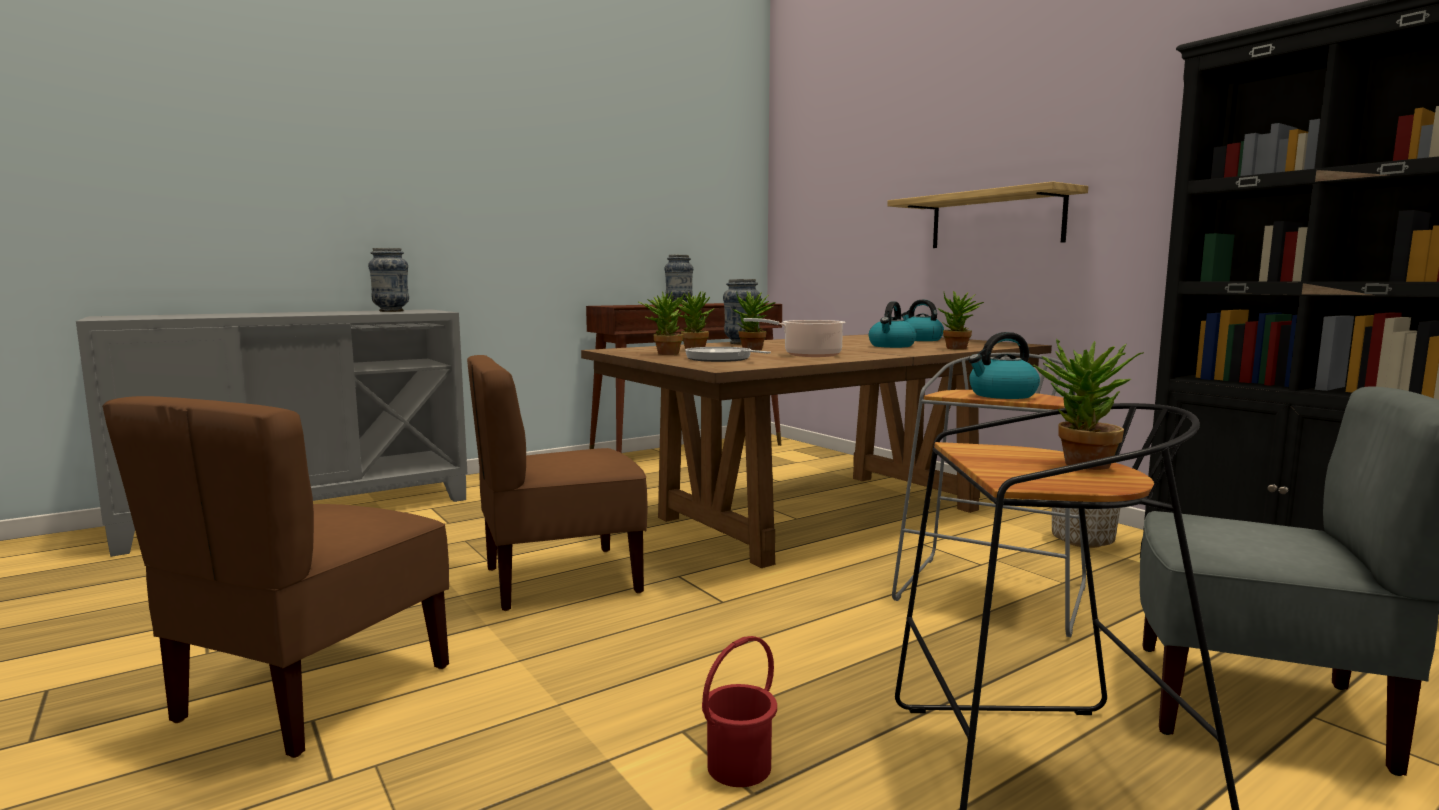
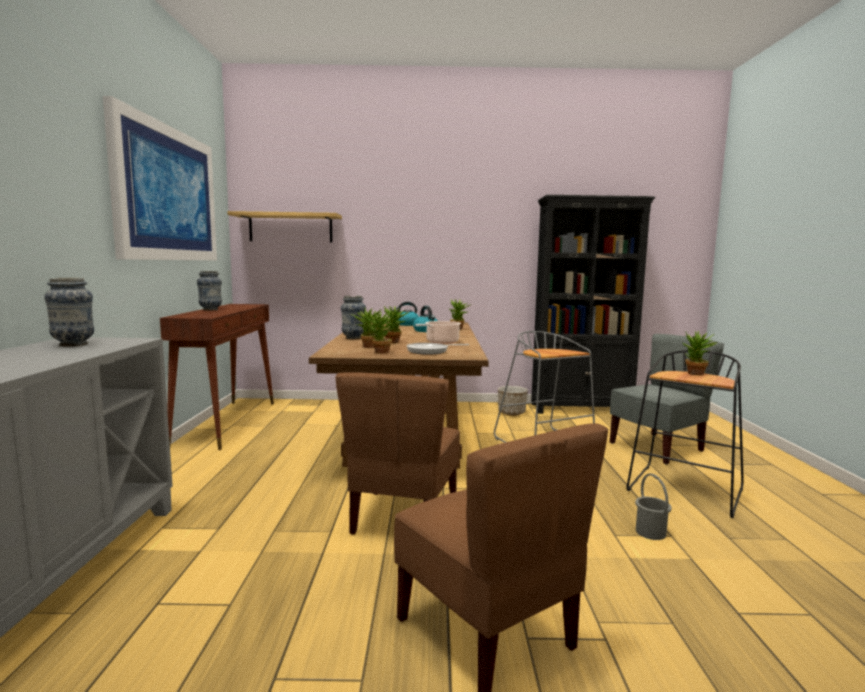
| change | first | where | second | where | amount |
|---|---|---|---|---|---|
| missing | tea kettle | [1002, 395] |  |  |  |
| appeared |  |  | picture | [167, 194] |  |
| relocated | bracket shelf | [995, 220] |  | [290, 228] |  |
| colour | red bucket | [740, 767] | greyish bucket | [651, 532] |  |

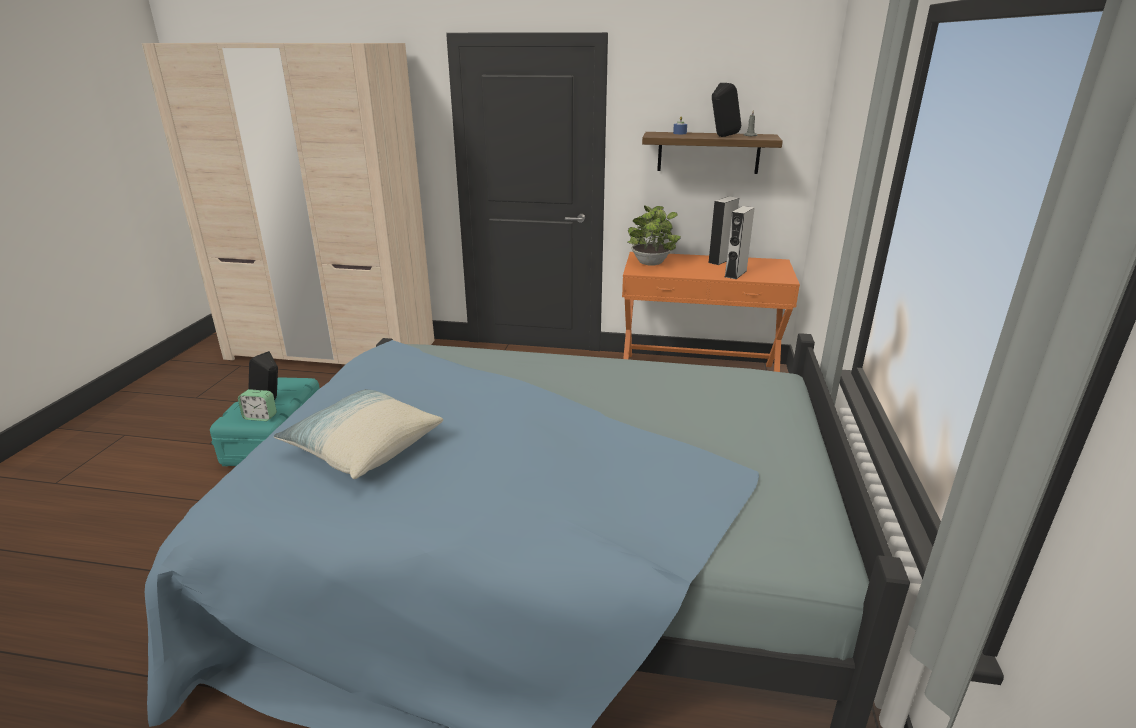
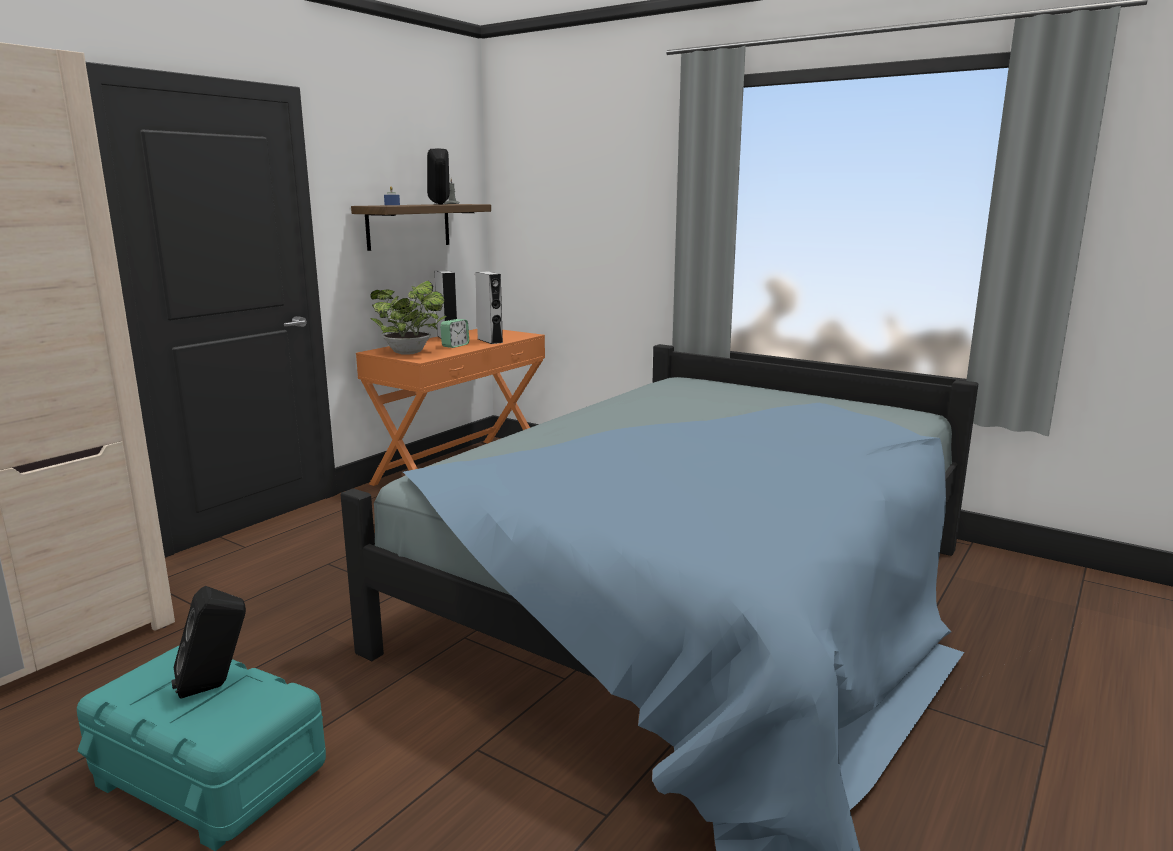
| change | first | where | second | where | amount |
|---|---|---|---|---|---|
| missing | cushion | [363, 448] |  |  |  |
| relocated | alarm clock | [260, 417] |  | [455, 345] |  |

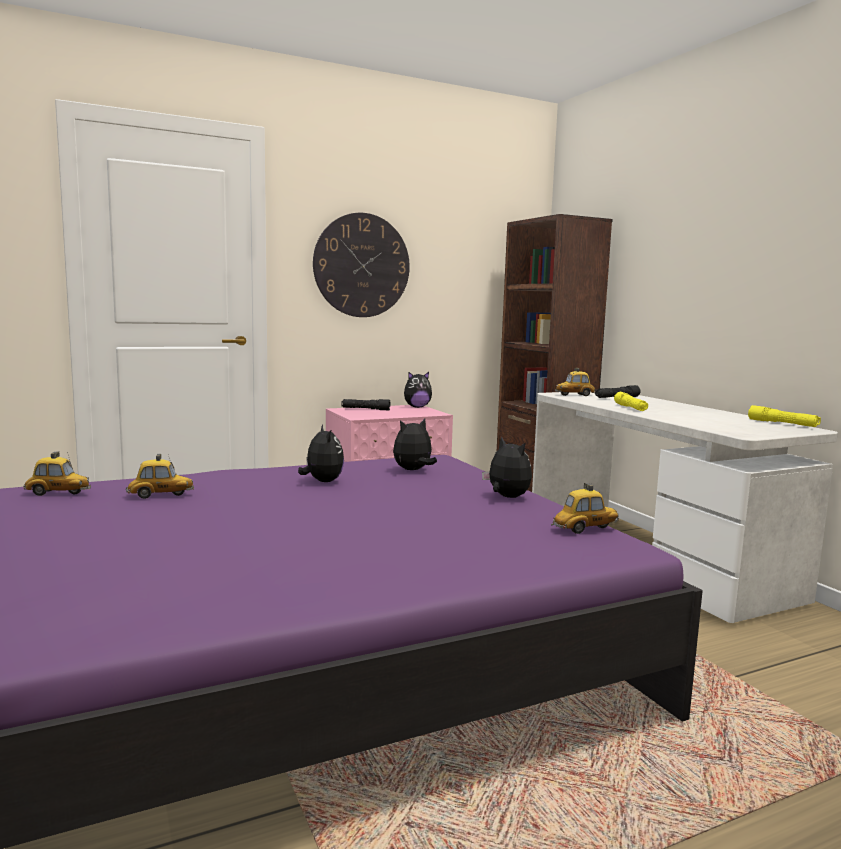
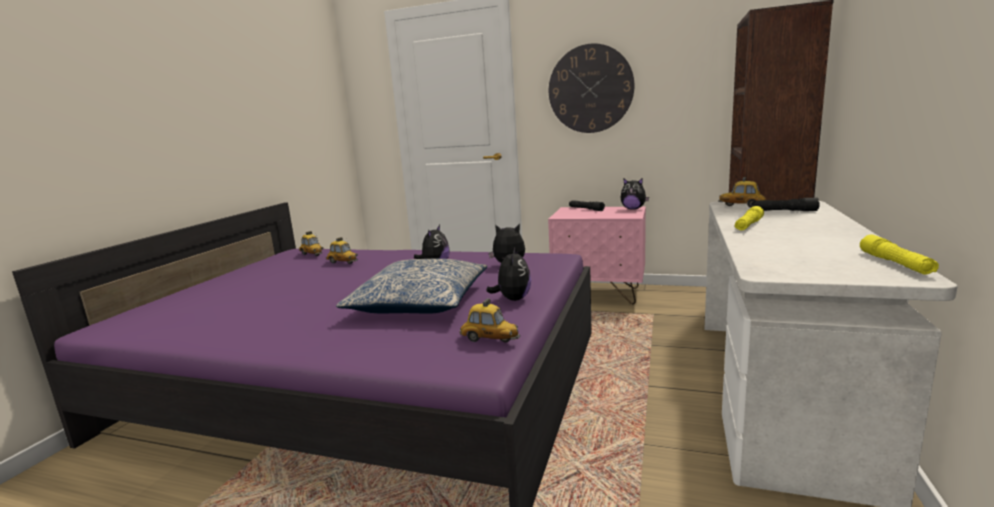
| change | first | where | second | where | amount |
|---|---|---|---|---|---|
| appeared |  |  | cushion | [419, 302] |  |

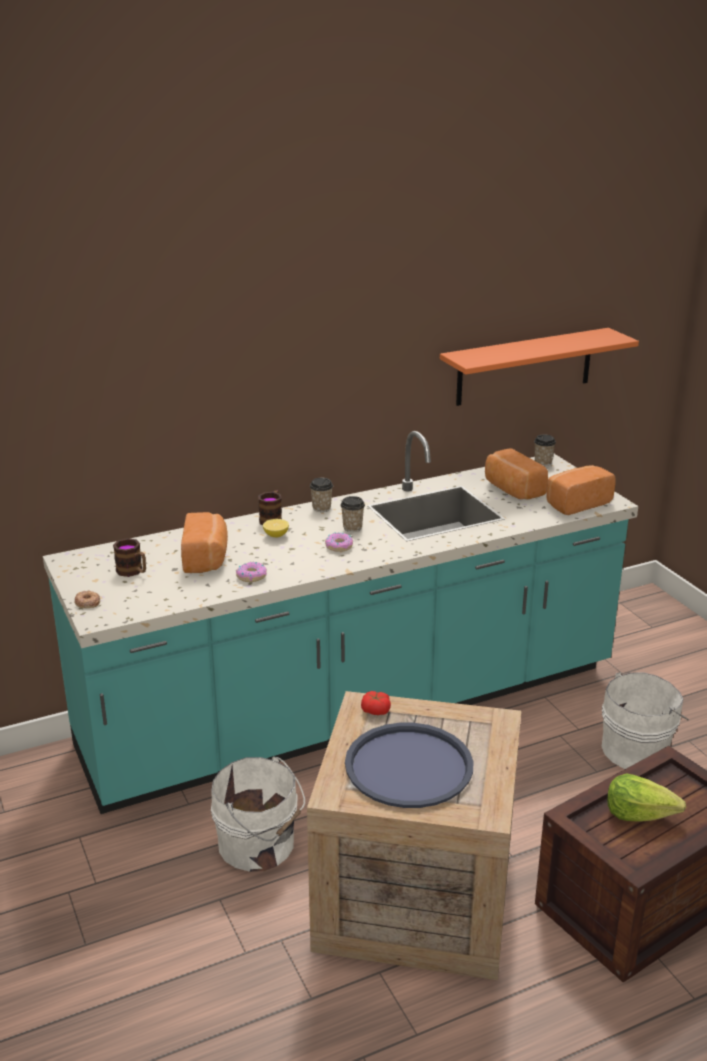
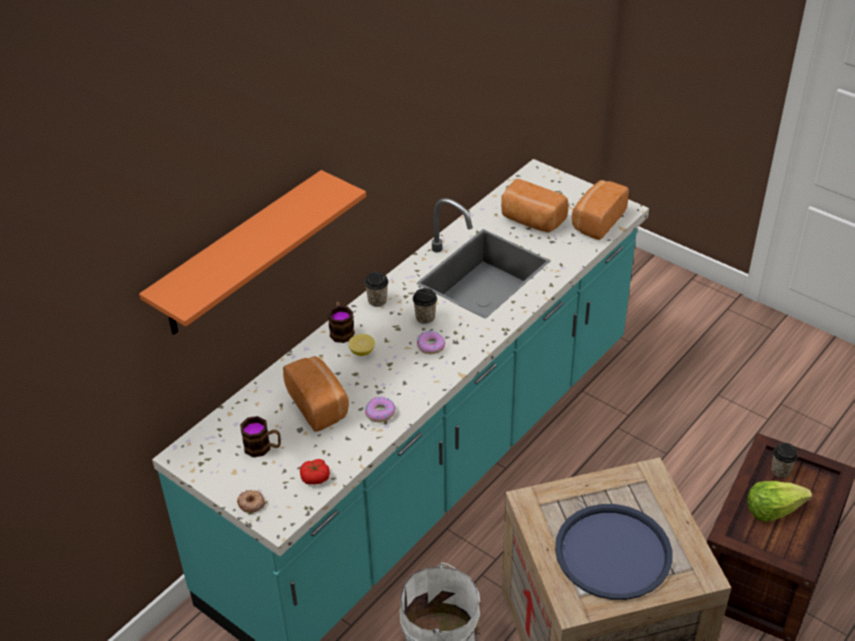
| change | first | where | second | where | amount |
|---|---|---|---|---|---|
| missing | white bucket | [638, 750] |  |  |  |
| relocated | whole tomato | [375, 710] |  | [315, 477] |  |
| relocated | orange bracket shelf | [524, 367] |  | [239, 255] |  |
| relocated | small cup | [543, 463] |  | [780, 470] |  |

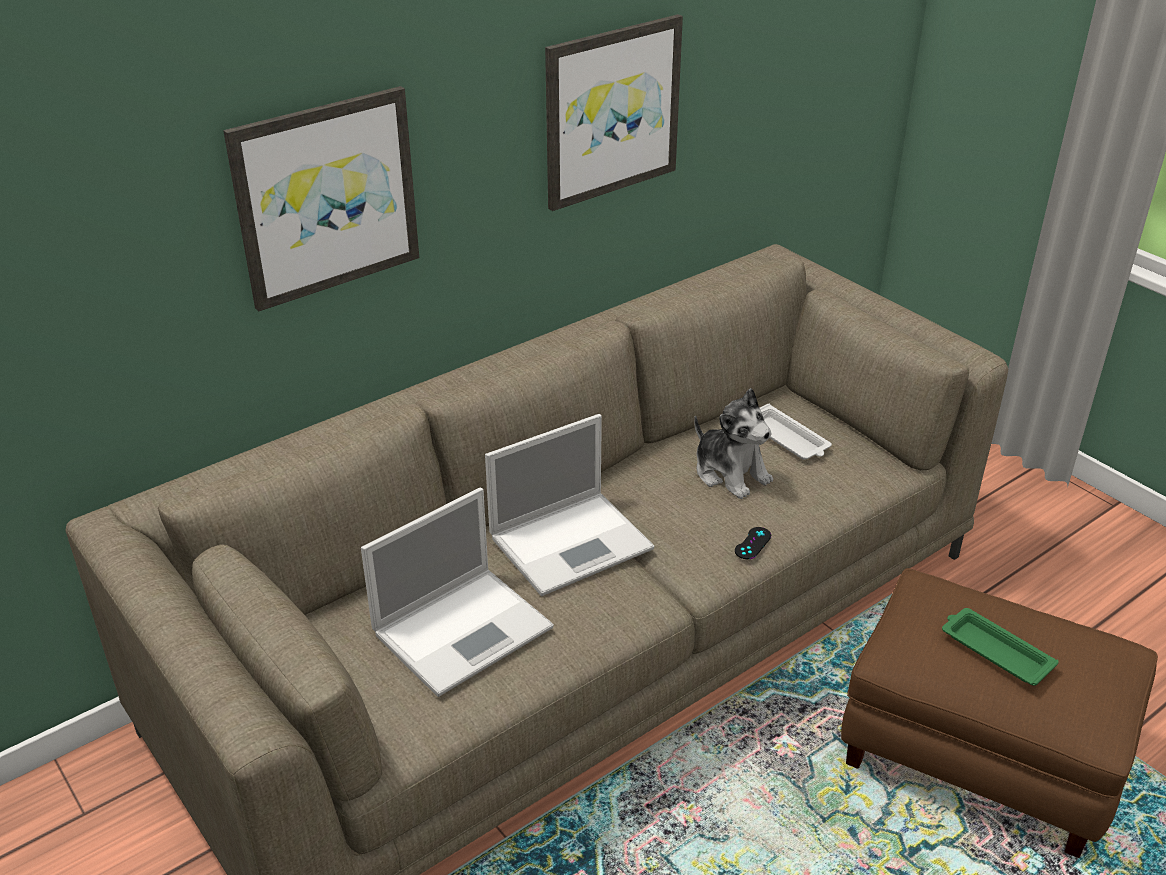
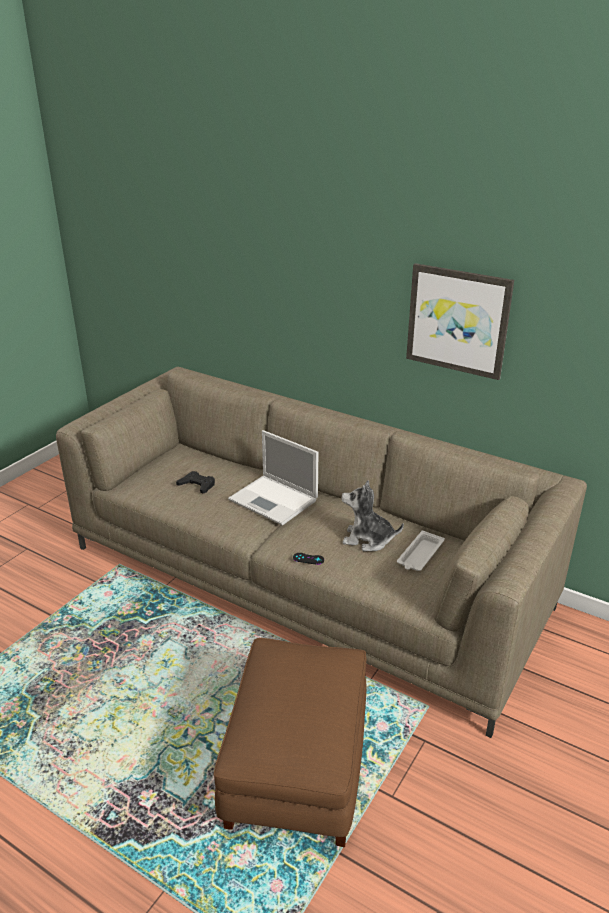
| change | first | where | second | where | amount |
|---|---|---|---|---|---|
| missing | picture | [326, 197] |  |  |  |
| missing | green carrying tray | [994, 651] |  |  |  |
| exchanged | notebook computer | [465, 628] | black joypad | [197, 485] |  |
| spun | cuddly toy | [730, 473] |  | [368, 539] | 75 degrees clockwise |

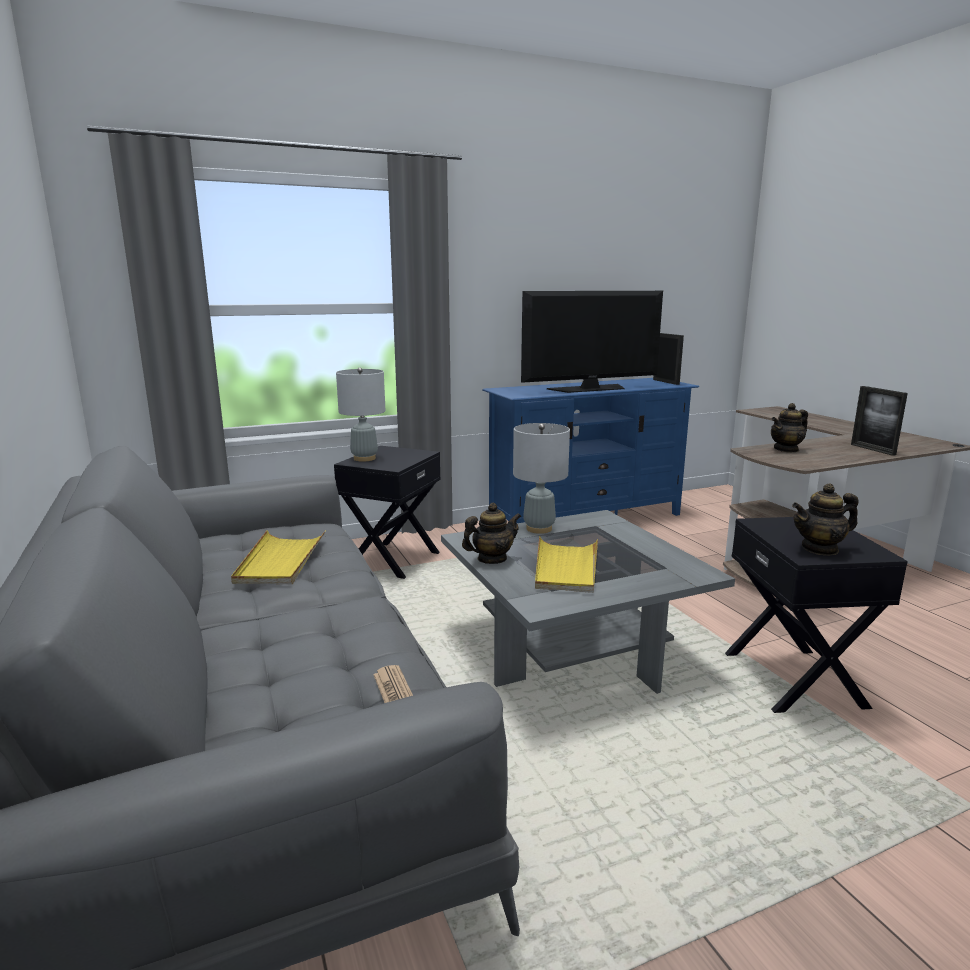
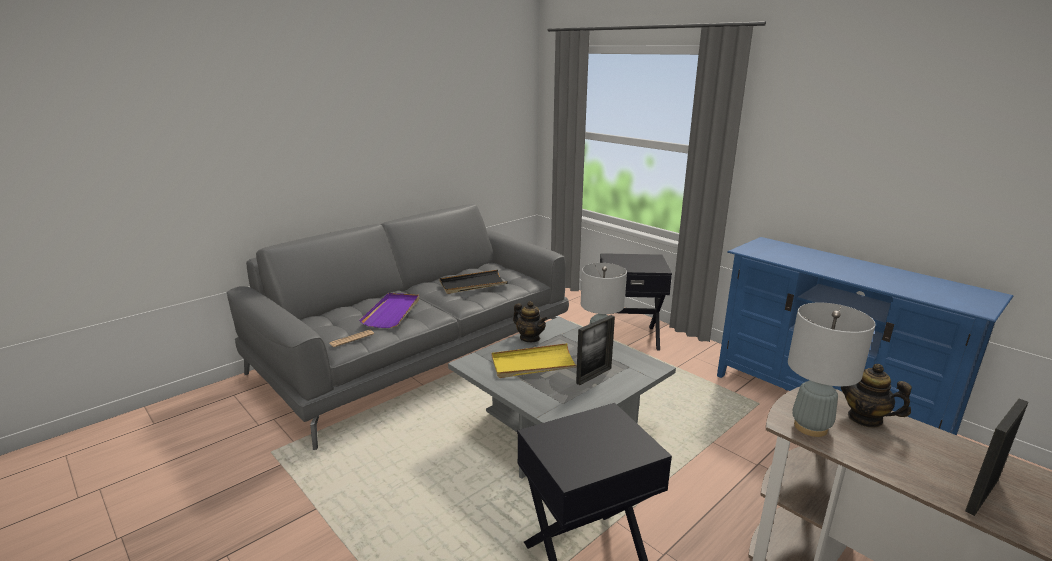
| change | first | where | second | where | amount |
|---|---|---|---|---|---|
| missing | television | [589, 389] |  |  |  |
| missing | tea pot | [820, 549] |  |  |  |
| appeared |  |  | purple carrying tray | [392, 312] |  |
| relocated | greyish lamp for a table | [364, 458] |  | [810, 427] |  |
| relocated | picture frame | [666, 382] |  | [594, 375] |  |
| colour | yellow carrying tray | [280, 561] | black carrying tray | [472, 284] |  |

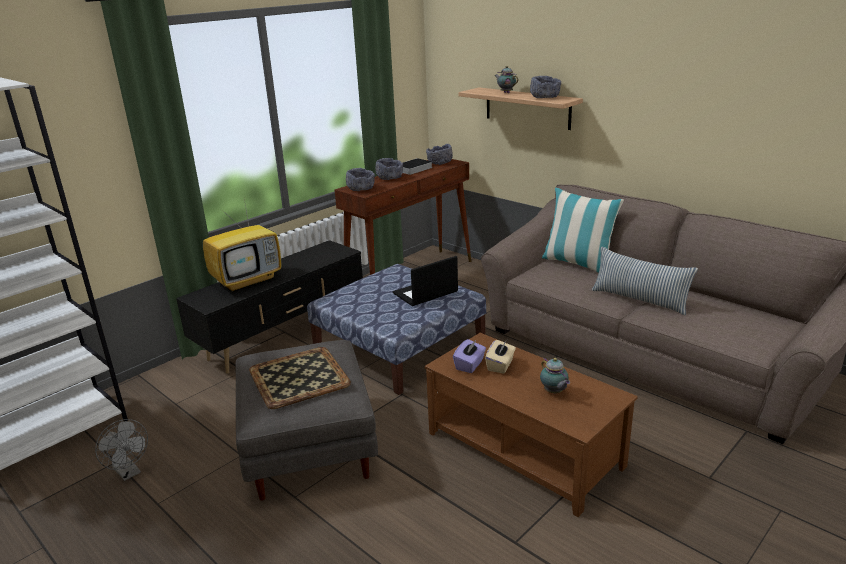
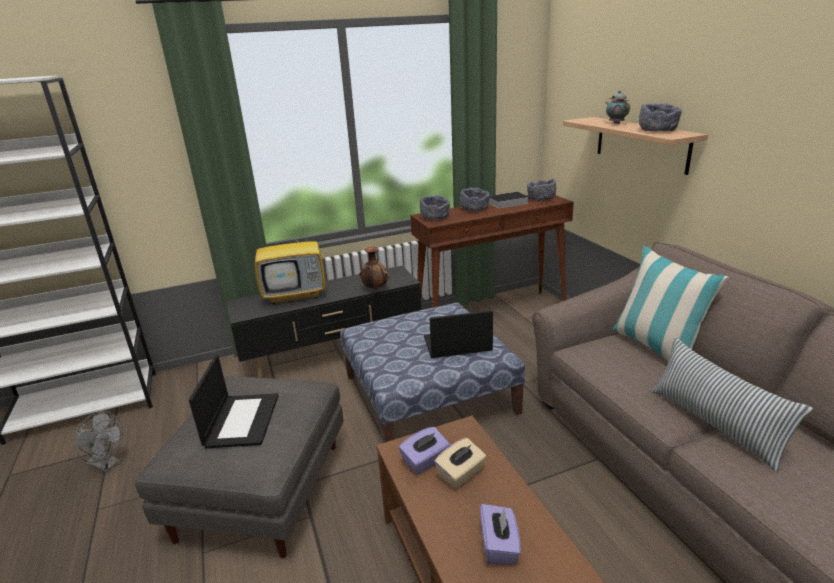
| change | first | where | second | where | amount |
|---|---|---|---|---|---|
| appeared |  |  | vase | [375, 288] |  |
| exchanged | carrying tray | [298, 377] | notebook computer | [242, 420] |  |
| exchanged | tea pot | [554, 392] | purple box of tissues | [499, 545] |  |
| spun | greyish electric fan | [129, 472] |  | [107, 464] | 45 degrees counterclockwise |

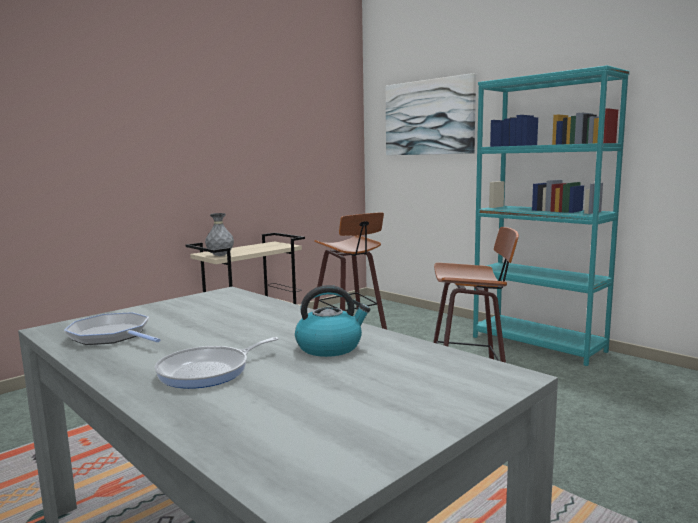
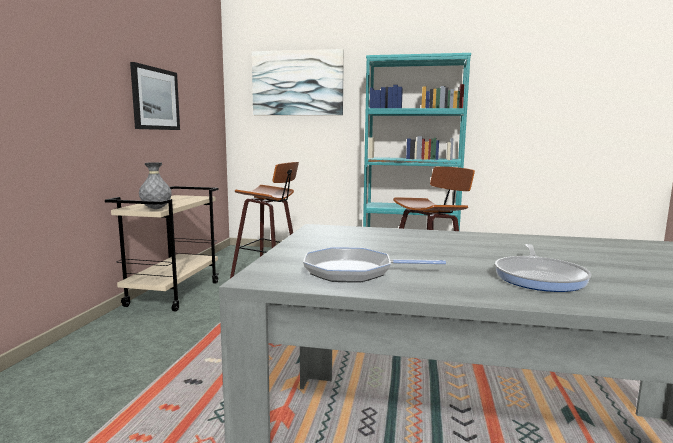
| change | first | where | second | where | amount |
|---|---|---|---|---|---|
| missing | tea kettle | [330, 347] |  |  |  |
| appeared |  |  | picture | [155, 99] |  |

